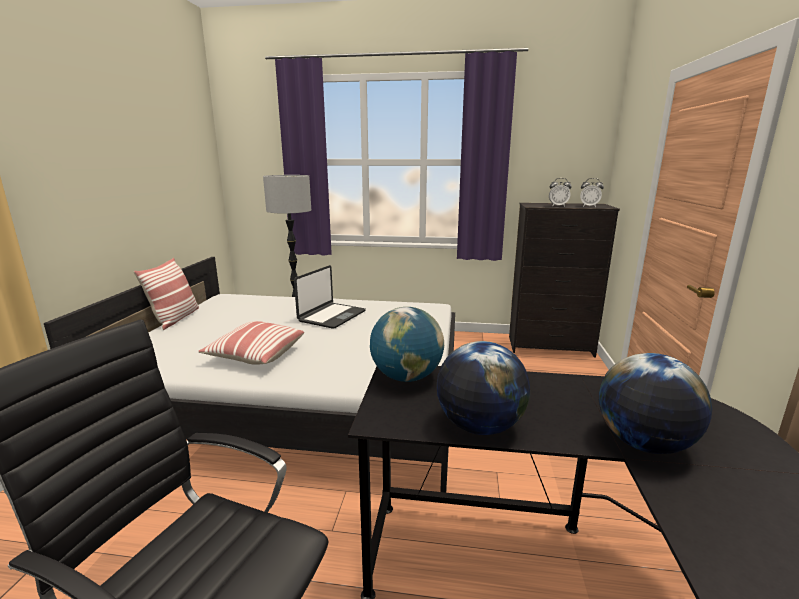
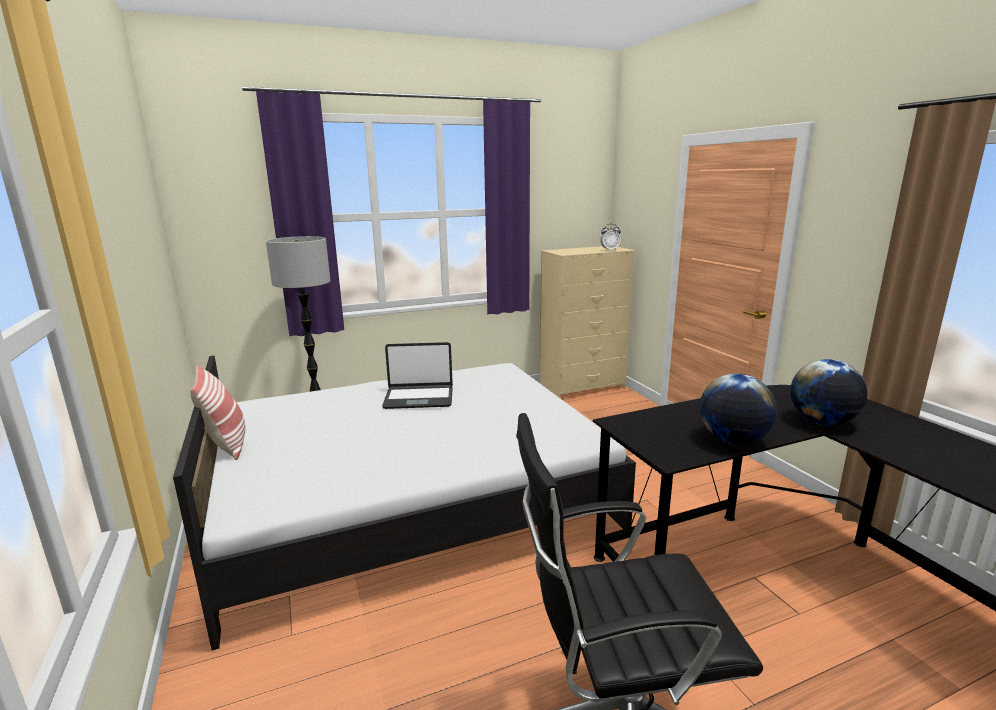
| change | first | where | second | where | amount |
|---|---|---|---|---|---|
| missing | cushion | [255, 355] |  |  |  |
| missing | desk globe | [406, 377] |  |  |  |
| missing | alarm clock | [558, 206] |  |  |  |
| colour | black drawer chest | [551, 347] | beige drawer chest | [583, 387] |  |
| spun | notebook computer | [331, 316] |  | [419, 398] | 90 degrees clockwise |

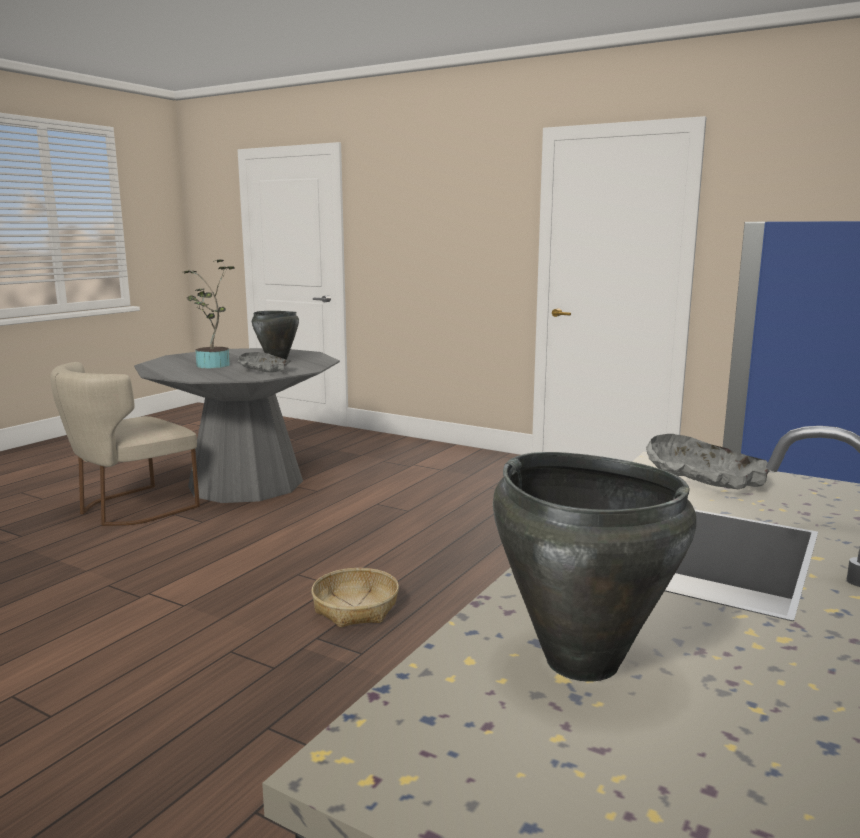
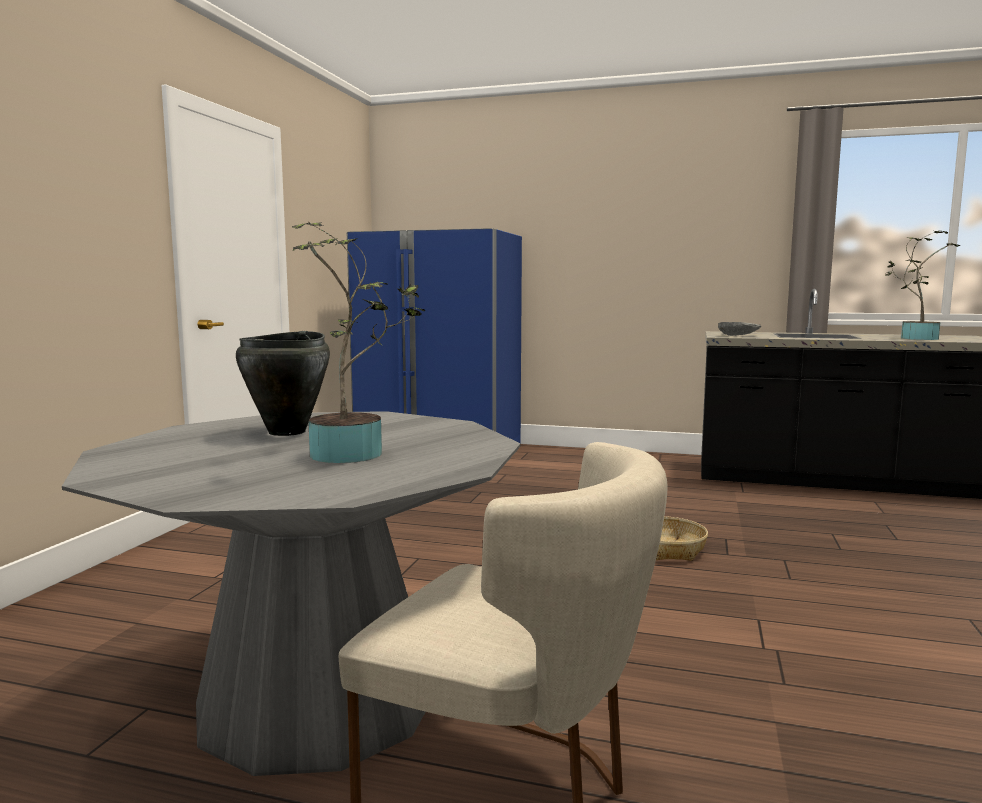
| change | first | where | second | where | amount |
|---|---|---|---|---|---|
| missing | greyish deep dish | [264, 371] |  |  |  |
| exchanged | black stockpot | [581, 660] | plant in a pot | [914, 338] |  |

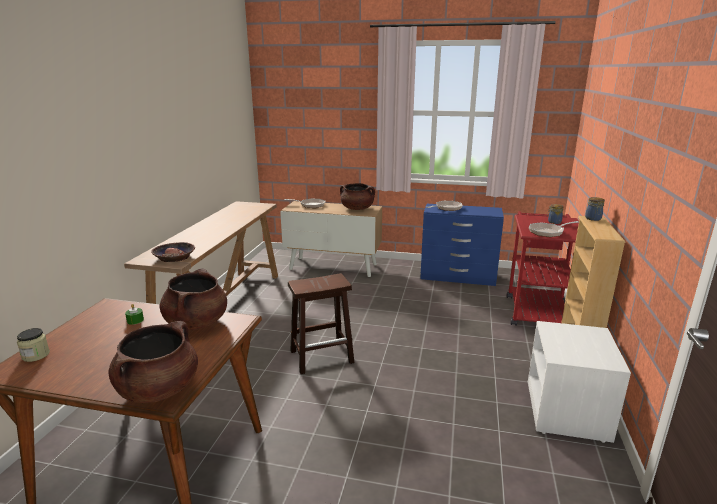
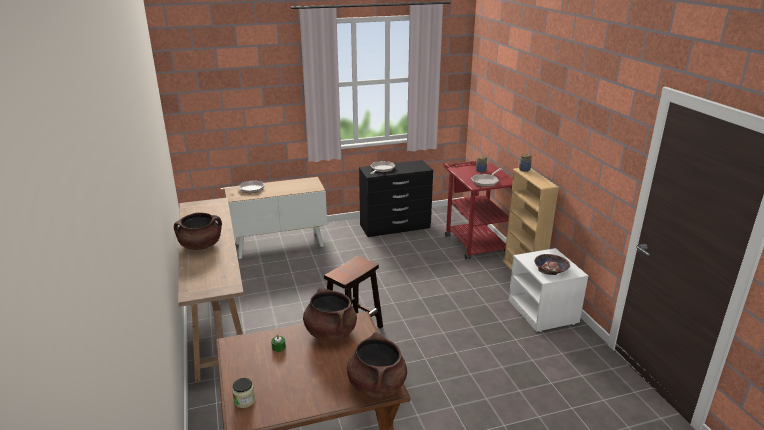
| change | first | where | second | where | amount |
|---|---|---|---|---|---|
| relocated | deep dish | [174, 257] |  | [551, 269] |  |
| relocated | brownish stockpot | [357, 209] |  | [201, 245] |  |
| colour | blue drawer chest | [458, 277] | black drawer chest | [395, 227] |  |

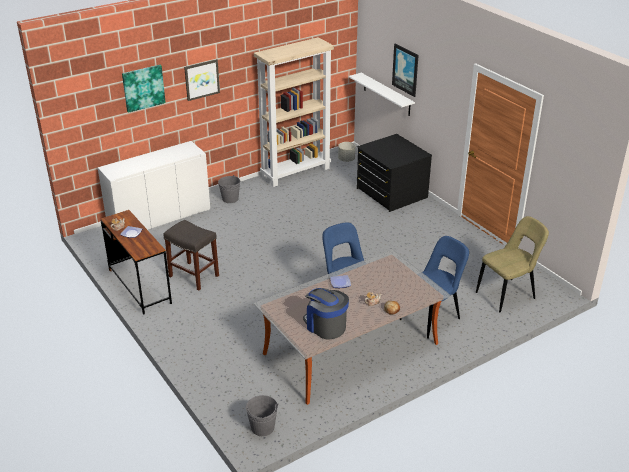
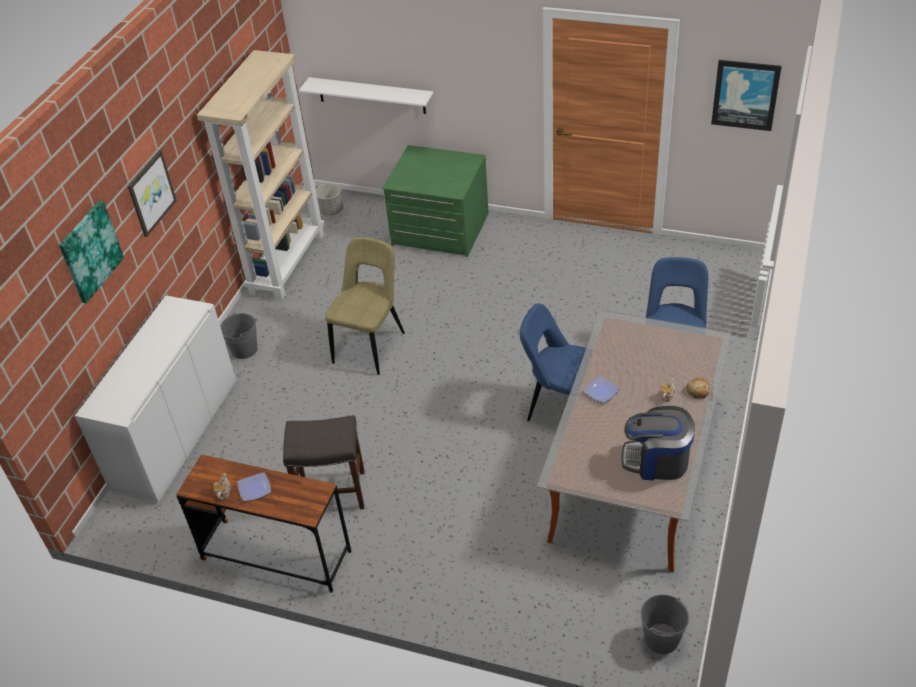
| change | first | where | second | where | amount |
|---|---|---|---|---|---|
| relocated | picture | [405, 70] |  | [745, 94] |  |
| relocated | beige plain chair | [507, 295] |  | [371, 345] |  |
| colour | black drawer chest | [391, 193] | green drawer chest | [439, 230] |  |

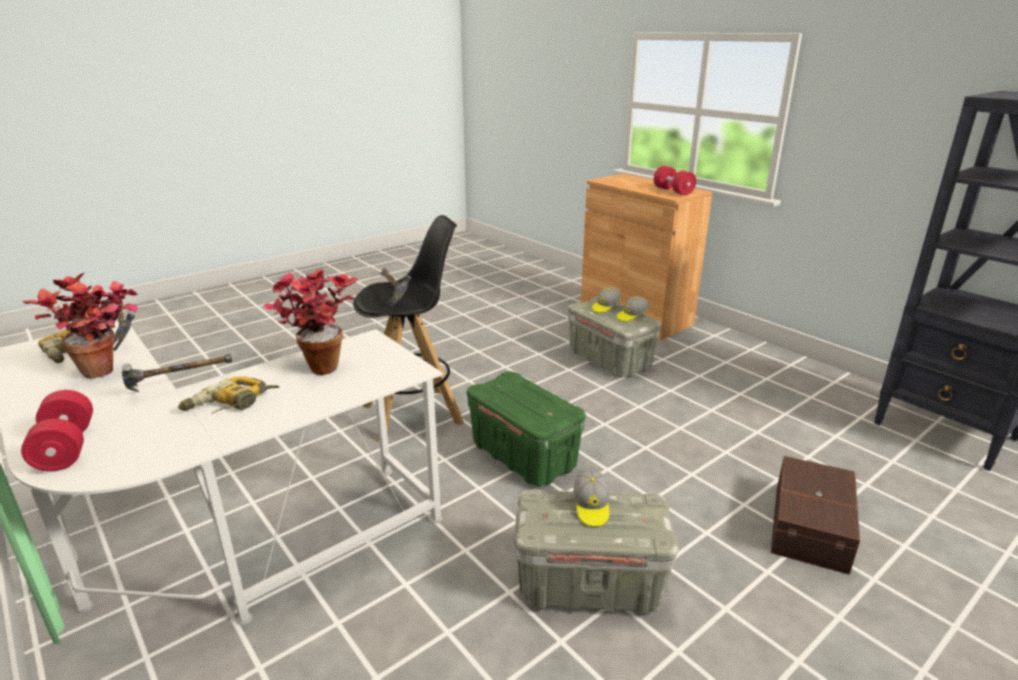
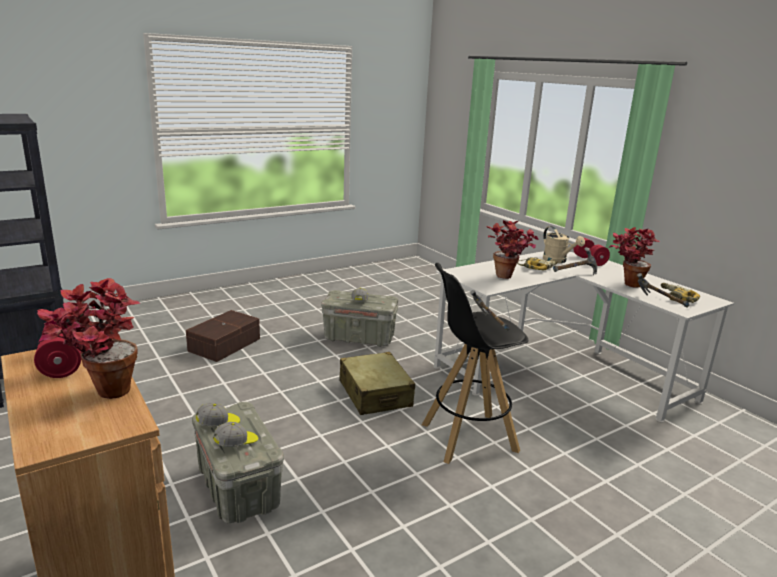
| change | first | where | second | where | amount |
|---|---|---|---|---|---|
| appeared |  |  | plant in a pot | [101, 395] |  |
| appeared |  |  | beige sprinkling can | [558, 261] |  |
| exchanged | green storage container | [524, 456] | beige piece of luggage | [375, 394] |  |

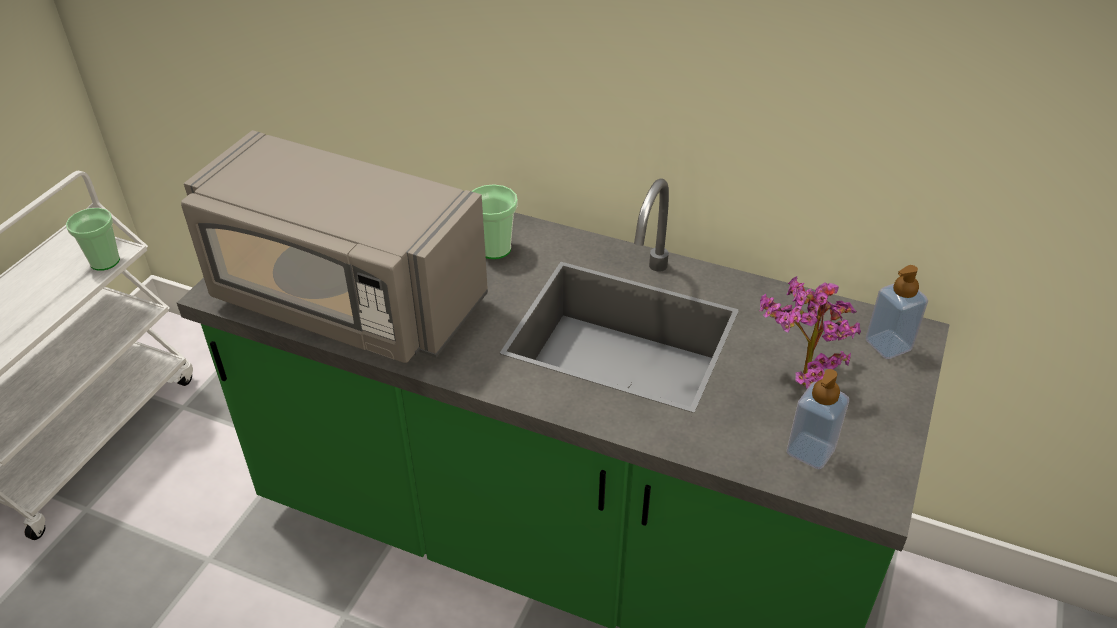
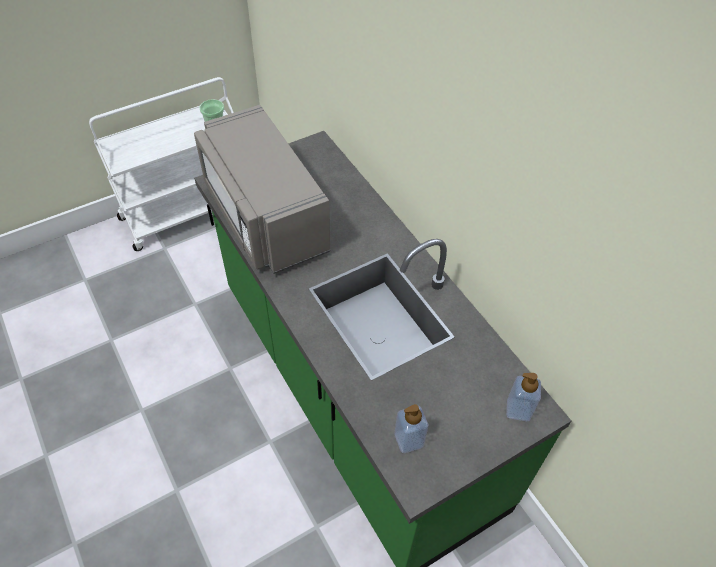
| change | first | where | second | where | amount |
|---|---|---|---|---|---|
| missing | small cup | [494, 249] |  |  |  |
| missing | plant in a pot | [798, 379] |  |  |  |

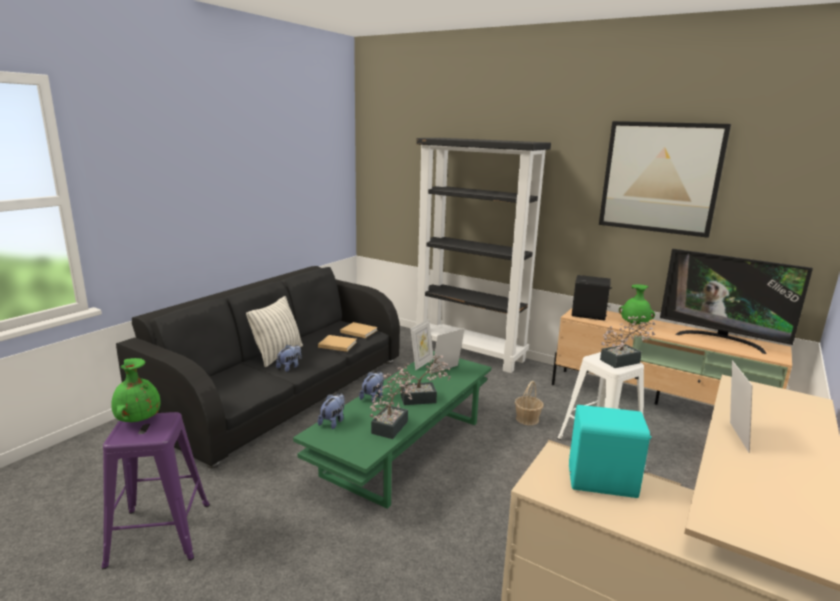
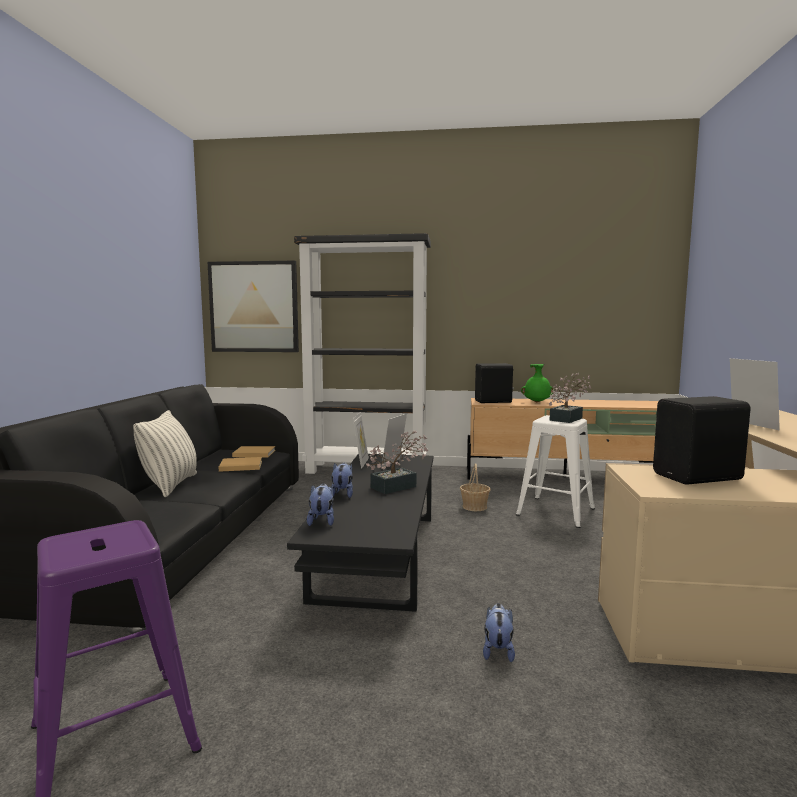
| change | first | where | second | where | amount |
|---|---|---|---|---|---|
| missing | green vase | [138, 420] |  |  |  |
| missing | plant in a pot | [392, 425] |  |  |  |
| missing | television | [721, 339] |  |  |  |
| relocated | cuddly toy | [290, 367] |  | [498, 650] |  |
| relocated | picture | [660, 177] |  | [254, 307] |  |
| colour | green coffee table | [404, 447] | black coffee table | [378, 553] |  |
| colour | turquoise-coloured loudspeaker | [603, 483] | black loudspeaker | [699, 477] |  |

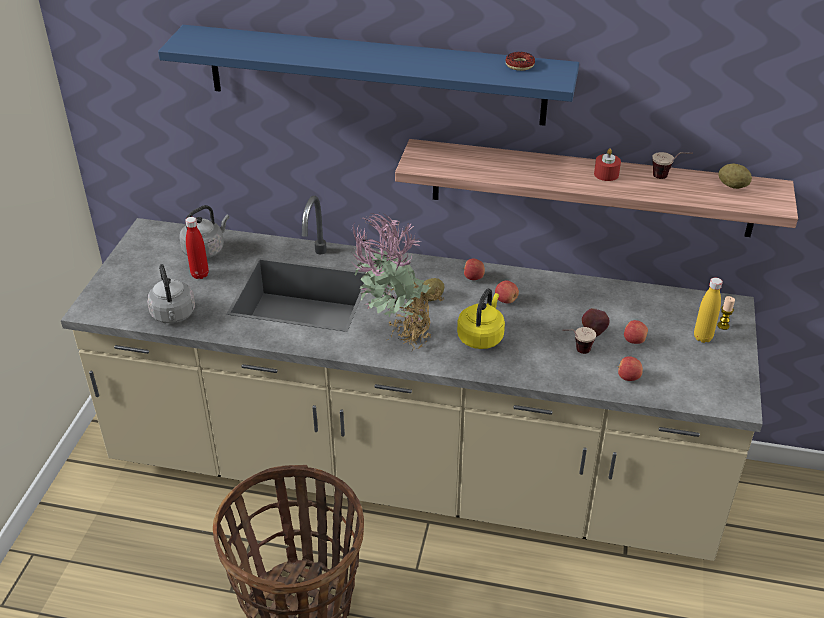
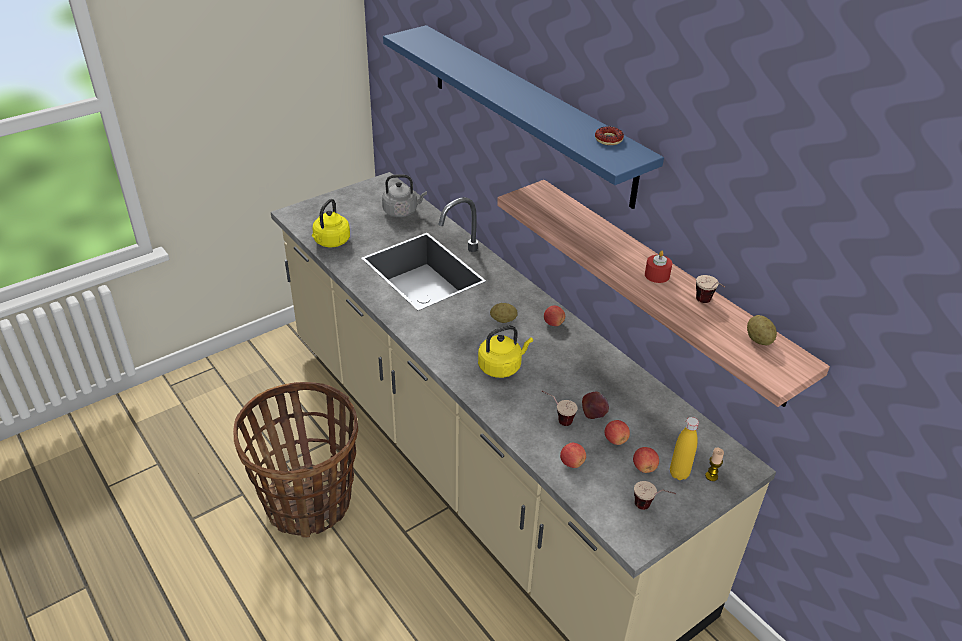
| change | first | where | second | where | amount |
|---|---|---|---|---|---|
| missing | red beverage bottle | [200, 275] |  |  |  |
| missing | plant in a pot | [396, 337] |  |  |  |
| appeared |  |  | small cup | [650, 508] |  |
| relocated | apple fruit | [506, 300] |  | [644, 467] |  |
| colour | greyish tea kettle | [174, 315] | yellow tea kettle | [331, 242] |  |

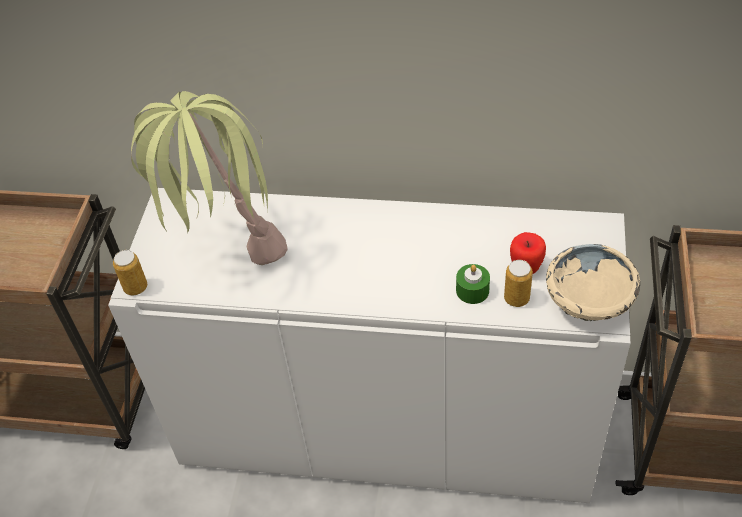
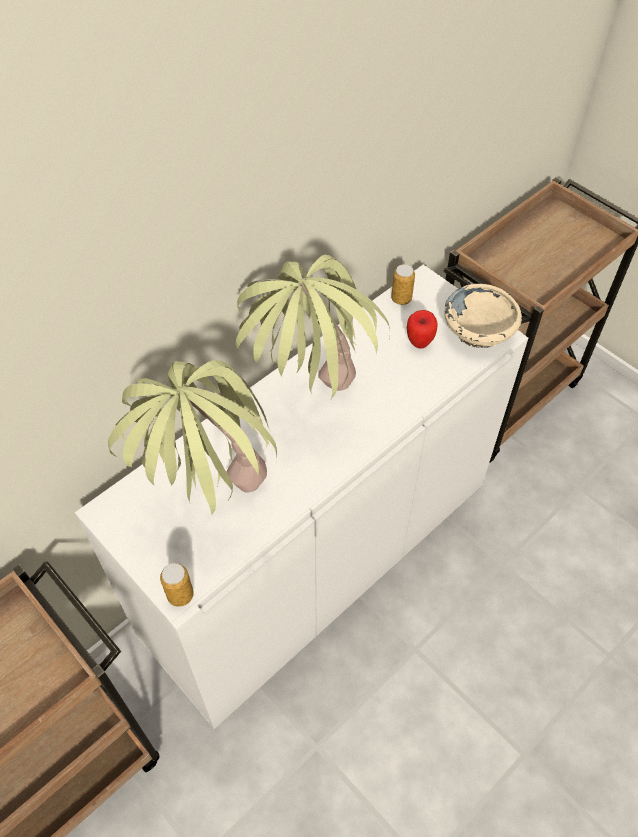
| change | first | where | second | where | amount |
|---|---|---|---|---|---|
| missing | green wax light | [472, 290] |  |  |  |
| appeared |  |  | plant in a pot | [310, 406] |  |
| relocated | sealed can | [516, 298] |  | [401, 299] |  |

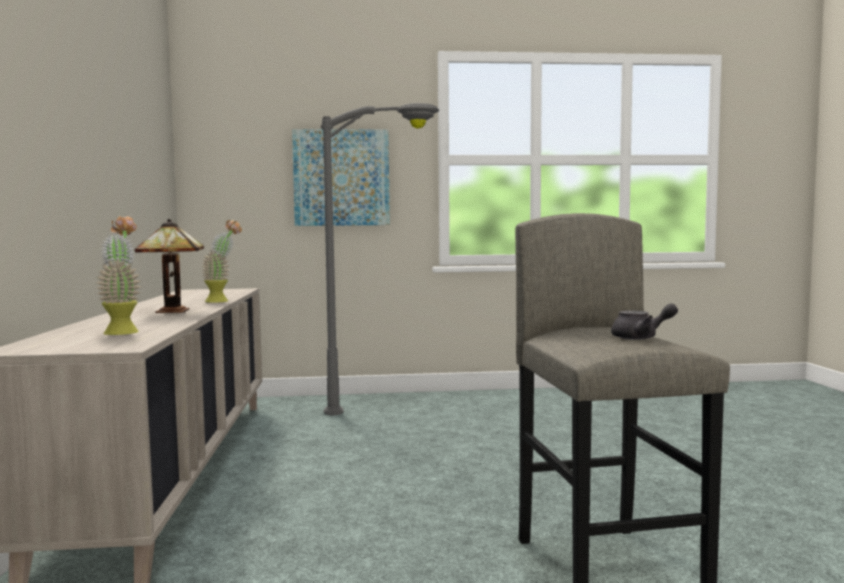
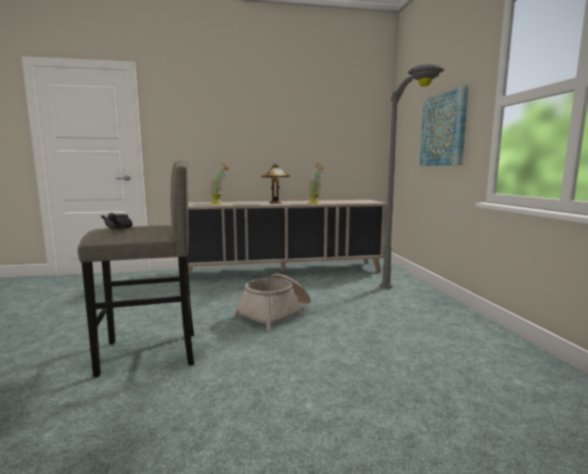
| change | first | where | second | where | amount |
|---|---|---|---|---|---|
| appeared |  |  | basket | [276, 314] |  |

